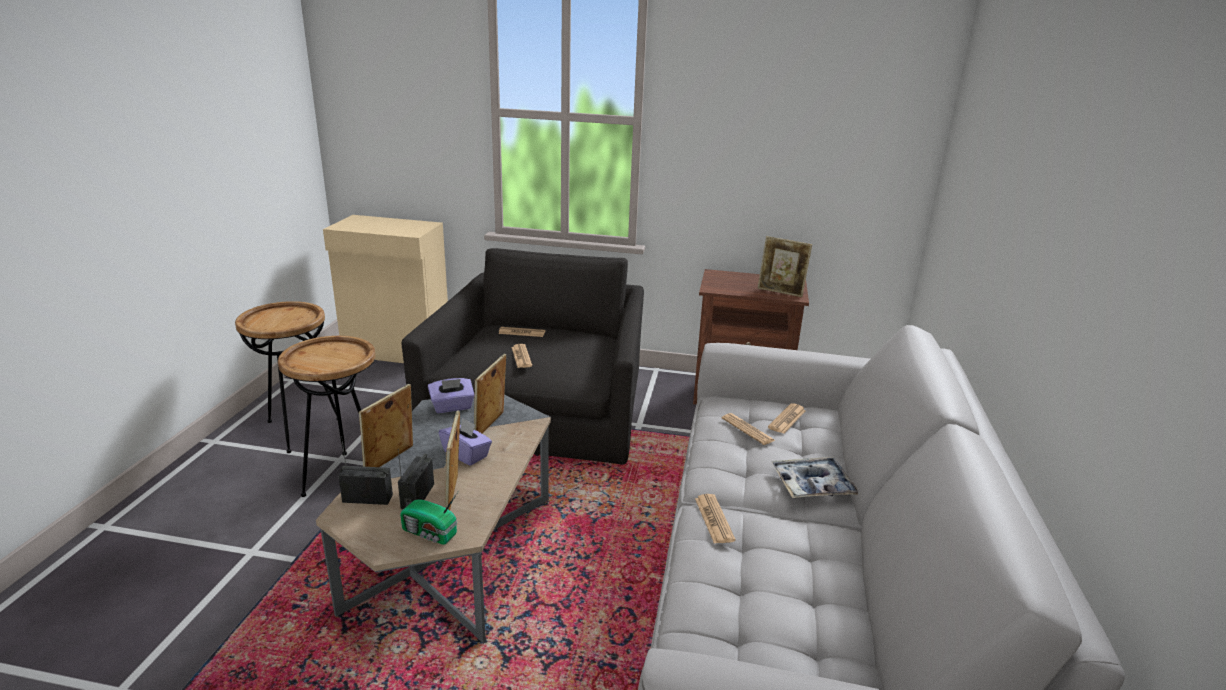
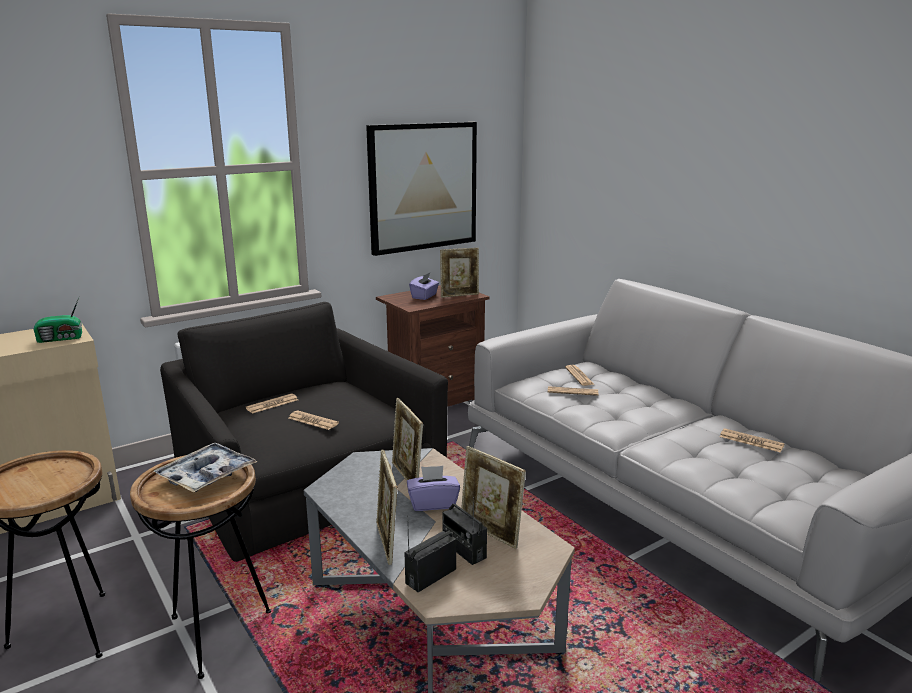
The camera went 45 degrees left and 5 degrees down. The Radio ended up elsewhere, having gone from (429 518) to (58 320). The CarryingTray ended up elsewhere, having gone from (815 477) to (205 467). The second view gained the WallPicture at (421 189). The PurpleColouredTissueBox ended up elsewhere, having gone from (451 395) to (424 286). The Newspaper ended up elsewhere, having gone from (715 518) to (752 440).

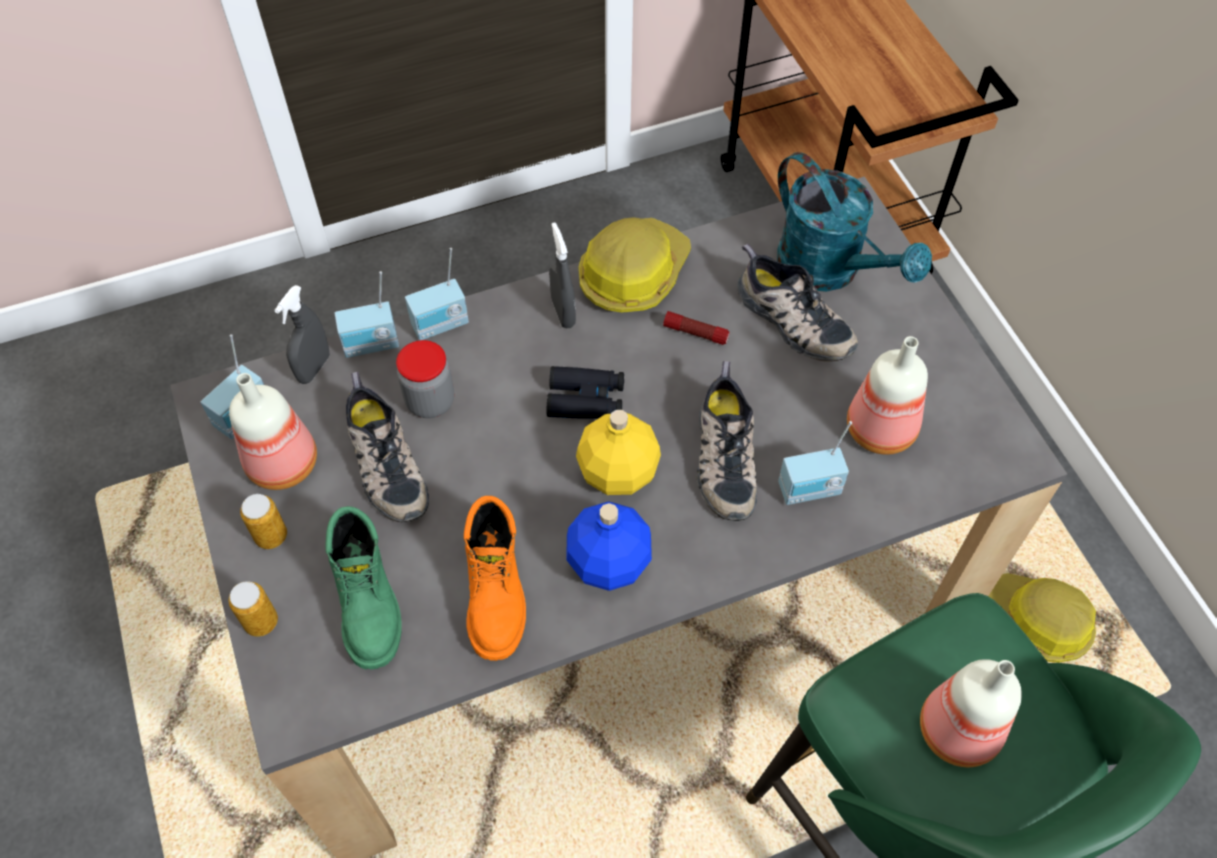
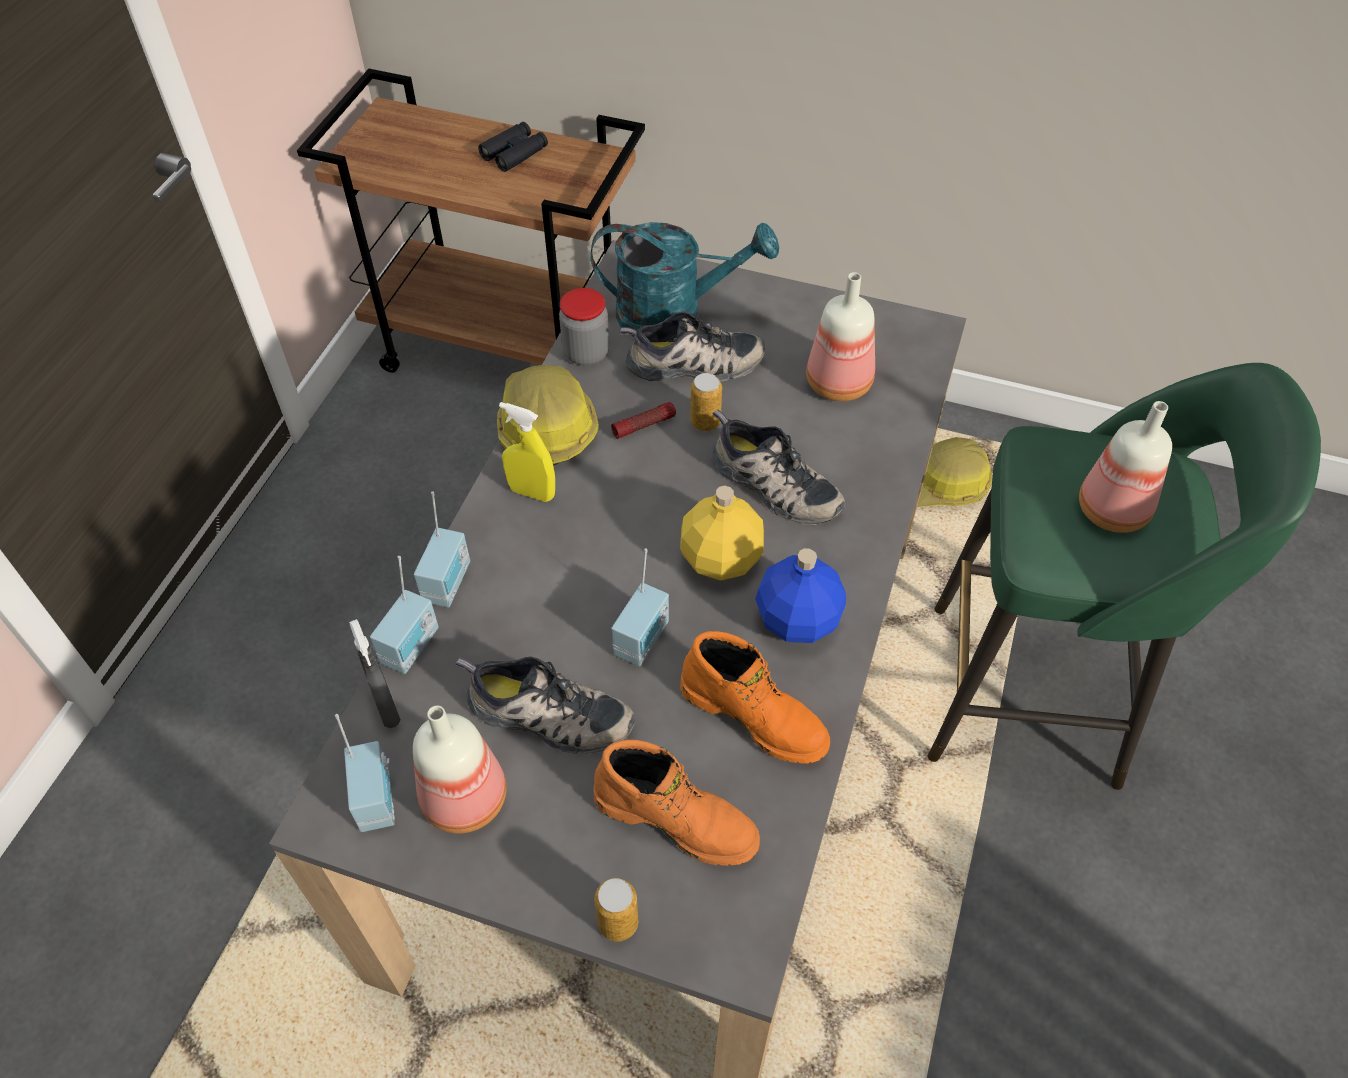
The camera went 50 degrees left and 5 degrees down. The BlackColouredBinoculars ended up elsewhere, having gone from (585 392) to (513 147). What was the GreyHandSprayer at (562 275) turned into the YellowishHandSprayer at (527 452). The StorageJar ended up elsewhere, having gone from (425 379) to (584 327). What was the GreenColouredHighTopBoot at (363 588) turned into the OrangeyHighTopBoot at (677 803). The Radio ended up elsewhere, having gone from (815 463) to (640 607). The MetalCan ended up elsewhere, having gone from (263 521) to (706 402).

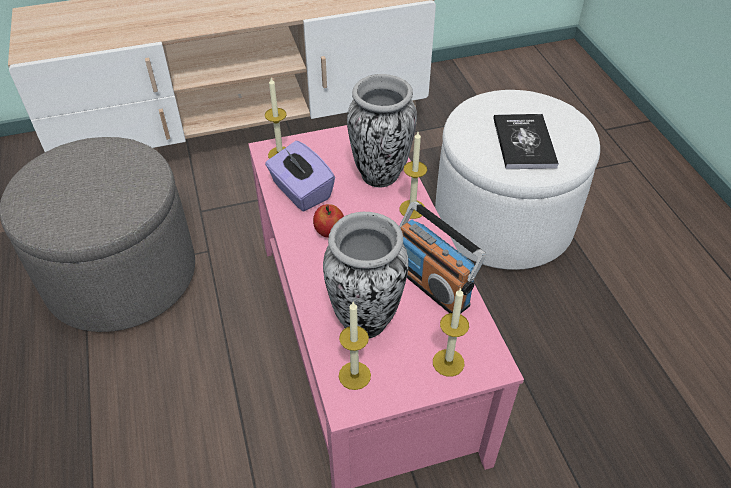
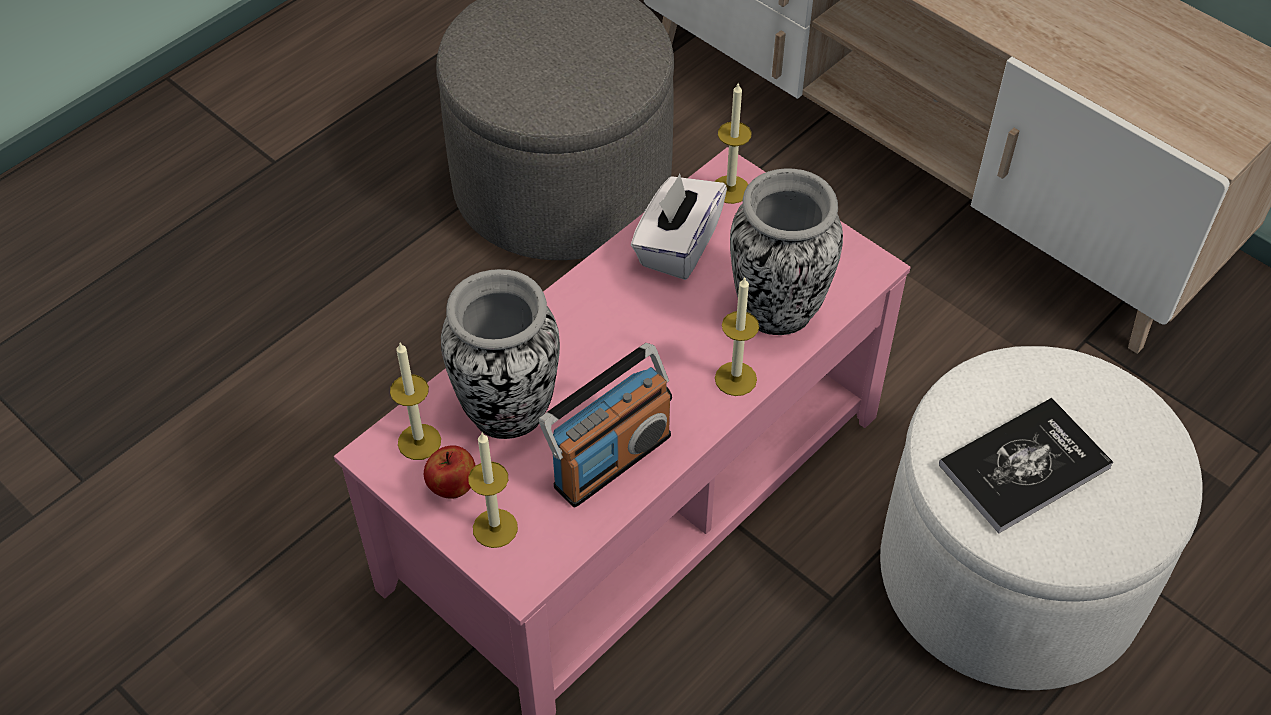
The camera went 60 degrees right and 5 degrees up. The AppleFruit ended up elsewhere, having gone from (328 221) to (450 472). The Radio at (442 258) ended up facing another way, 150 degrees counterclockwise from before. What was the PurpleColouredTissueBox at (300 176) turned into the WhiteColouredTissueBox at (679 227).

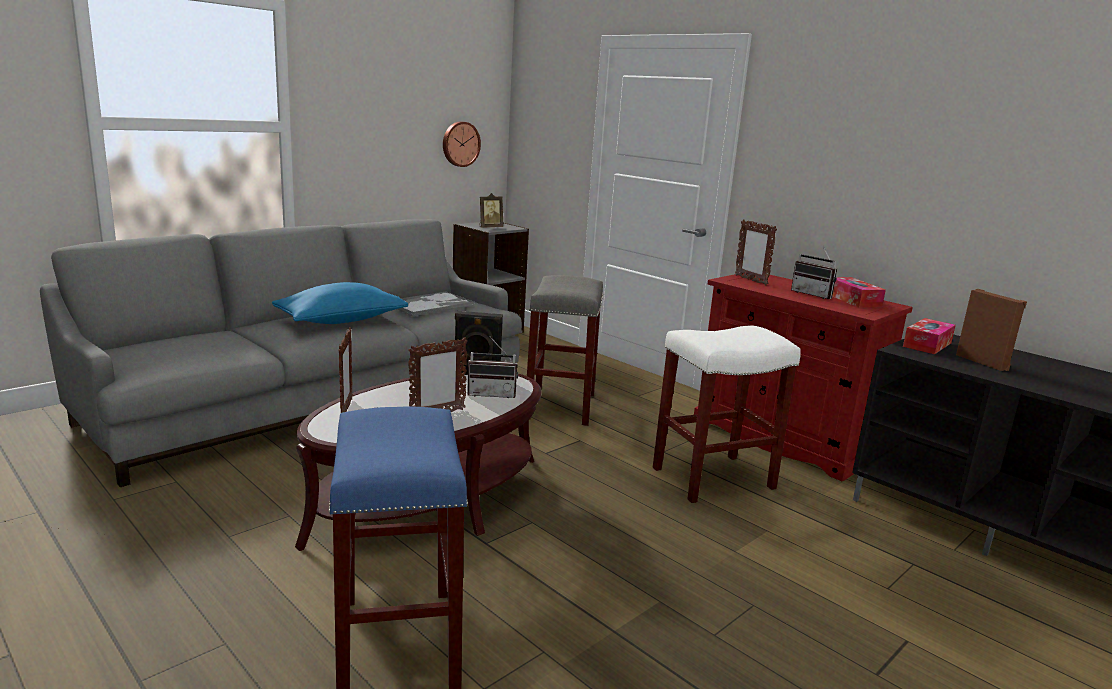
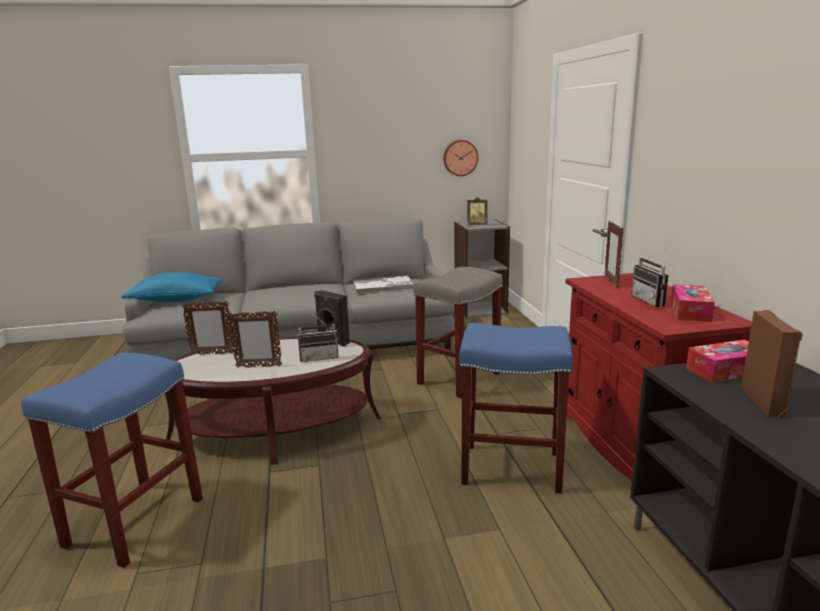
The camera went 35 degrees right and 0 degrees up. The BluePillow ended up elsewhere, having gone from (340 303) to (172 287). The PictureFrame at (346 370) ended up facing another way, 60 degrees clockwise from before. The Radio at (492 367) ended up facing another way, 45 degrees counterclockwise from before. What was the WhiteColouredStool at (727 414) turned into the BlueStool at (515 408).

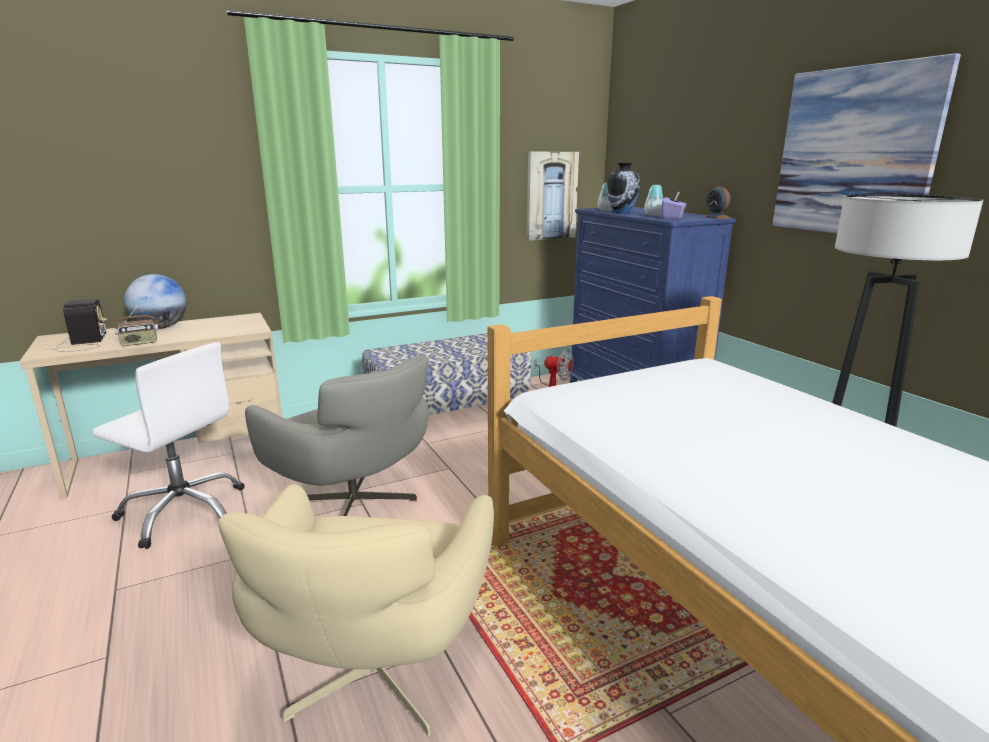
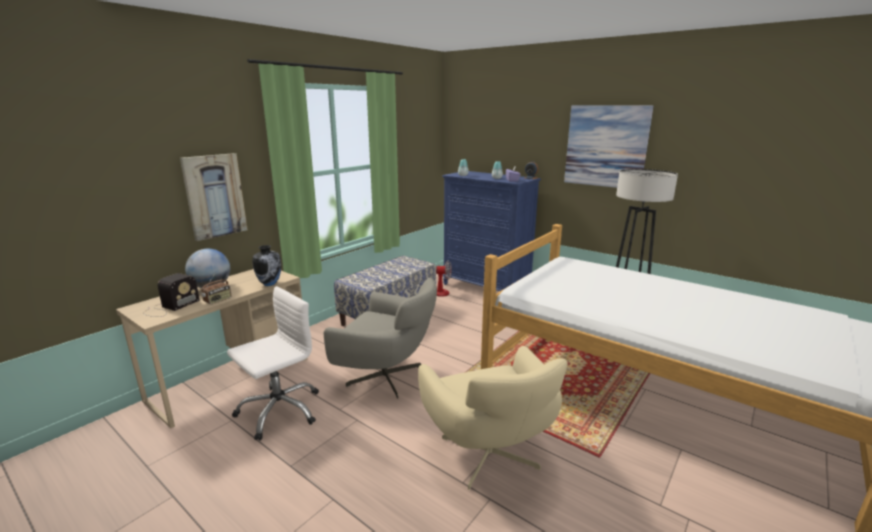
The camera went 25 degrees left and 0 degrees up. The Radio at (76 325) ended up facing another way, 75 degrees clockwise from before. The WallPicture ended up elsewhere, having gone from (553 196) to (214 197). The WhiteColouredDeskChair at (168 445) ended up facing another way, 45 degrees counterclockwise from before. The FlowerVase ended up elsewhere, having gone from (623 188) to (266 265).

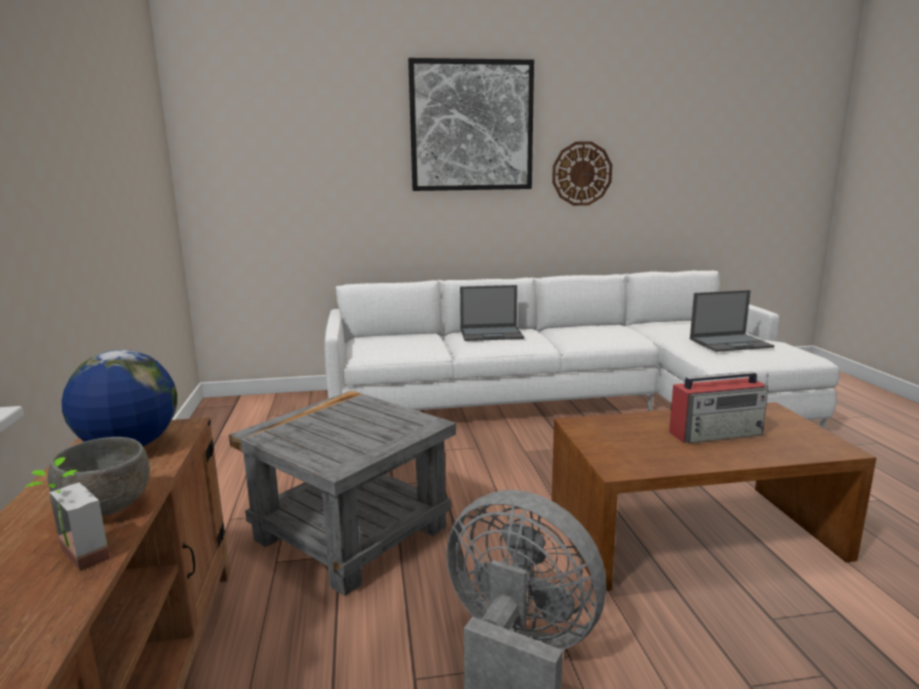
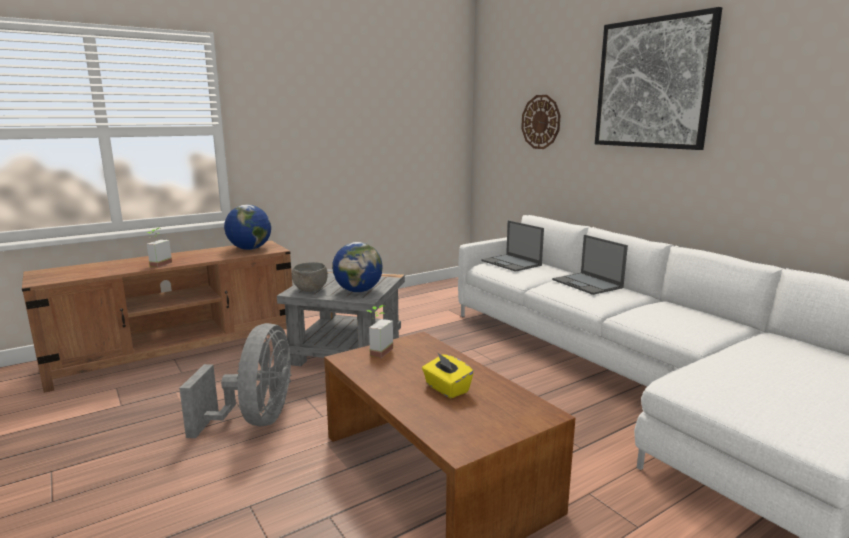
The camera went 65 degrees right and 0 degrees up. The GreyServingBowl ended up elsewhere, having gone from (98 476) to (310 277). The second view gained the Globe at (357 267). The second view gained the PottedPlant at (380 331). Where the Radio stood at (719 407), the YellowishTissueBox came to stand at (448 375). The Laptop ended up elsewhere, having gone from (732 321) to (512 246). The ClockOnTheWall ended up elsewhere, having gone from (582 174) to (541 122).

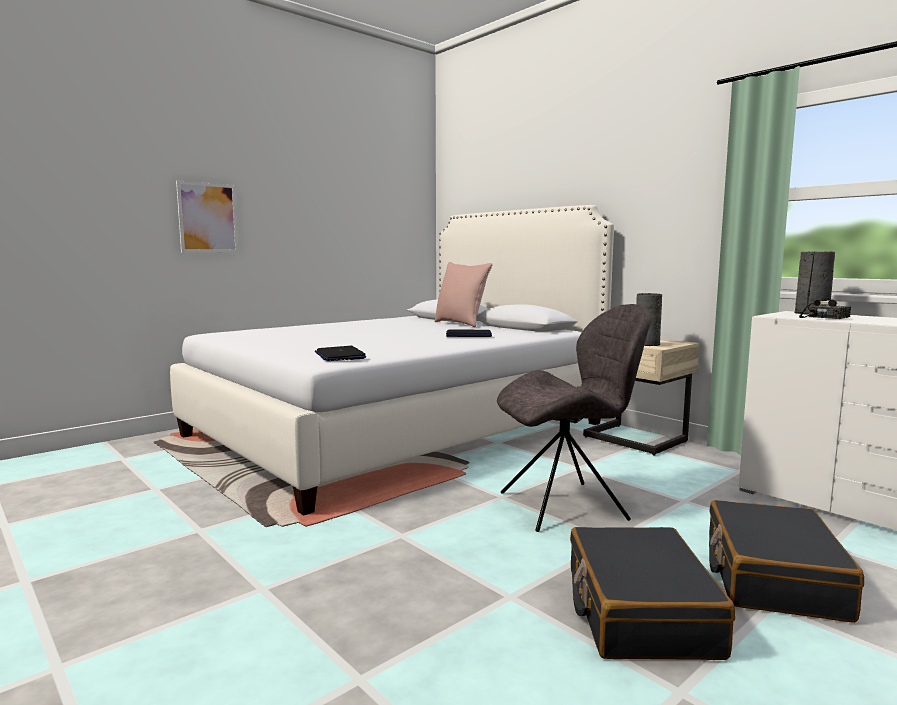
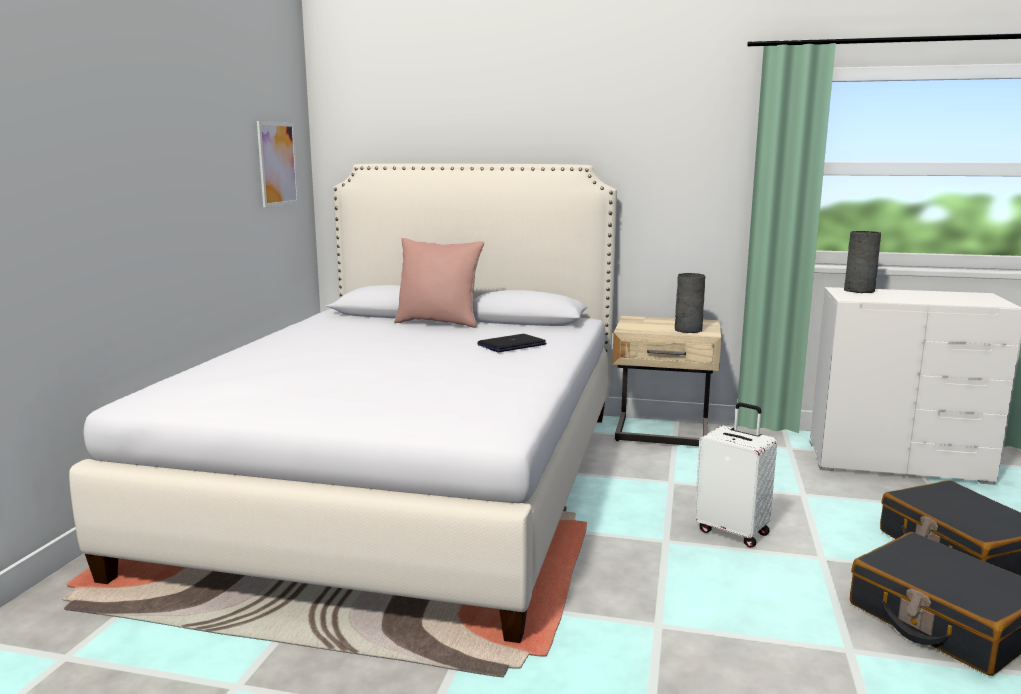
The camera went 35 degrees left and 5 degrees up. The WallPicture ended up elsewhere, having gone from (207 217) to (278 164). Where the GreyChair stood at (574 418), the WhiteColouredTravelCase came to stand at (735 475). The second view lost the Laptop at (340 353). The second view lost the Radio at (825 285).

